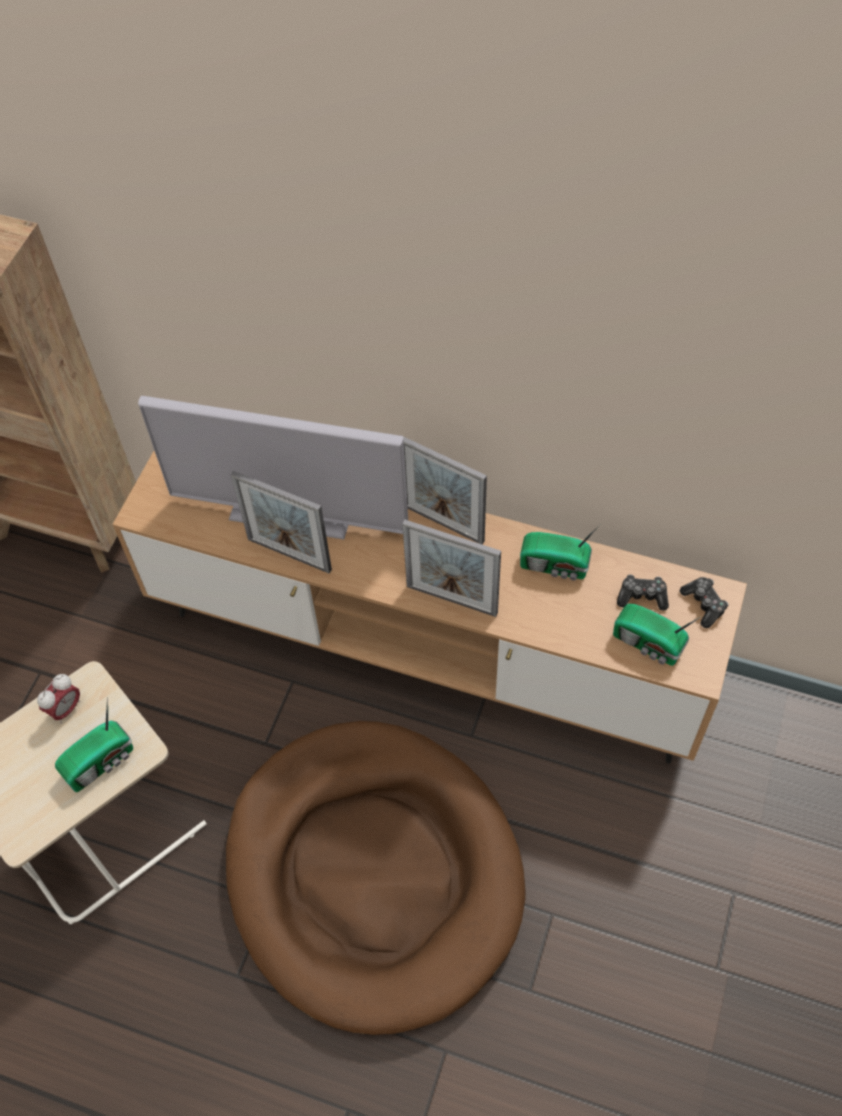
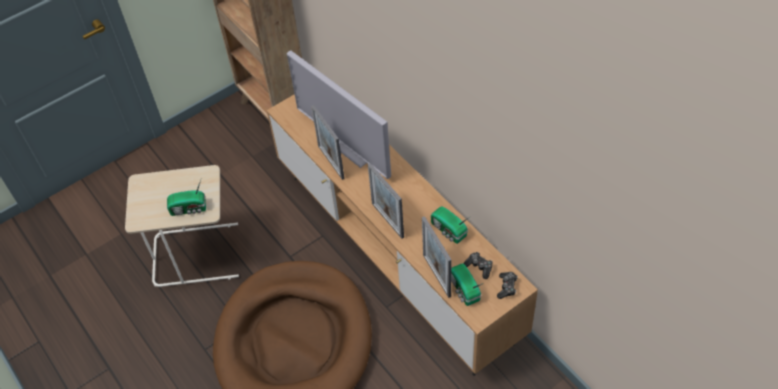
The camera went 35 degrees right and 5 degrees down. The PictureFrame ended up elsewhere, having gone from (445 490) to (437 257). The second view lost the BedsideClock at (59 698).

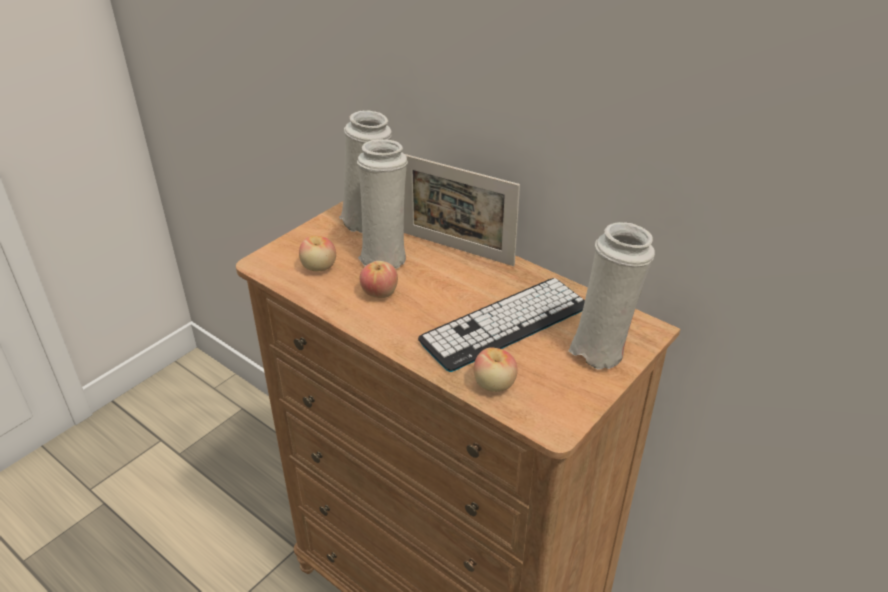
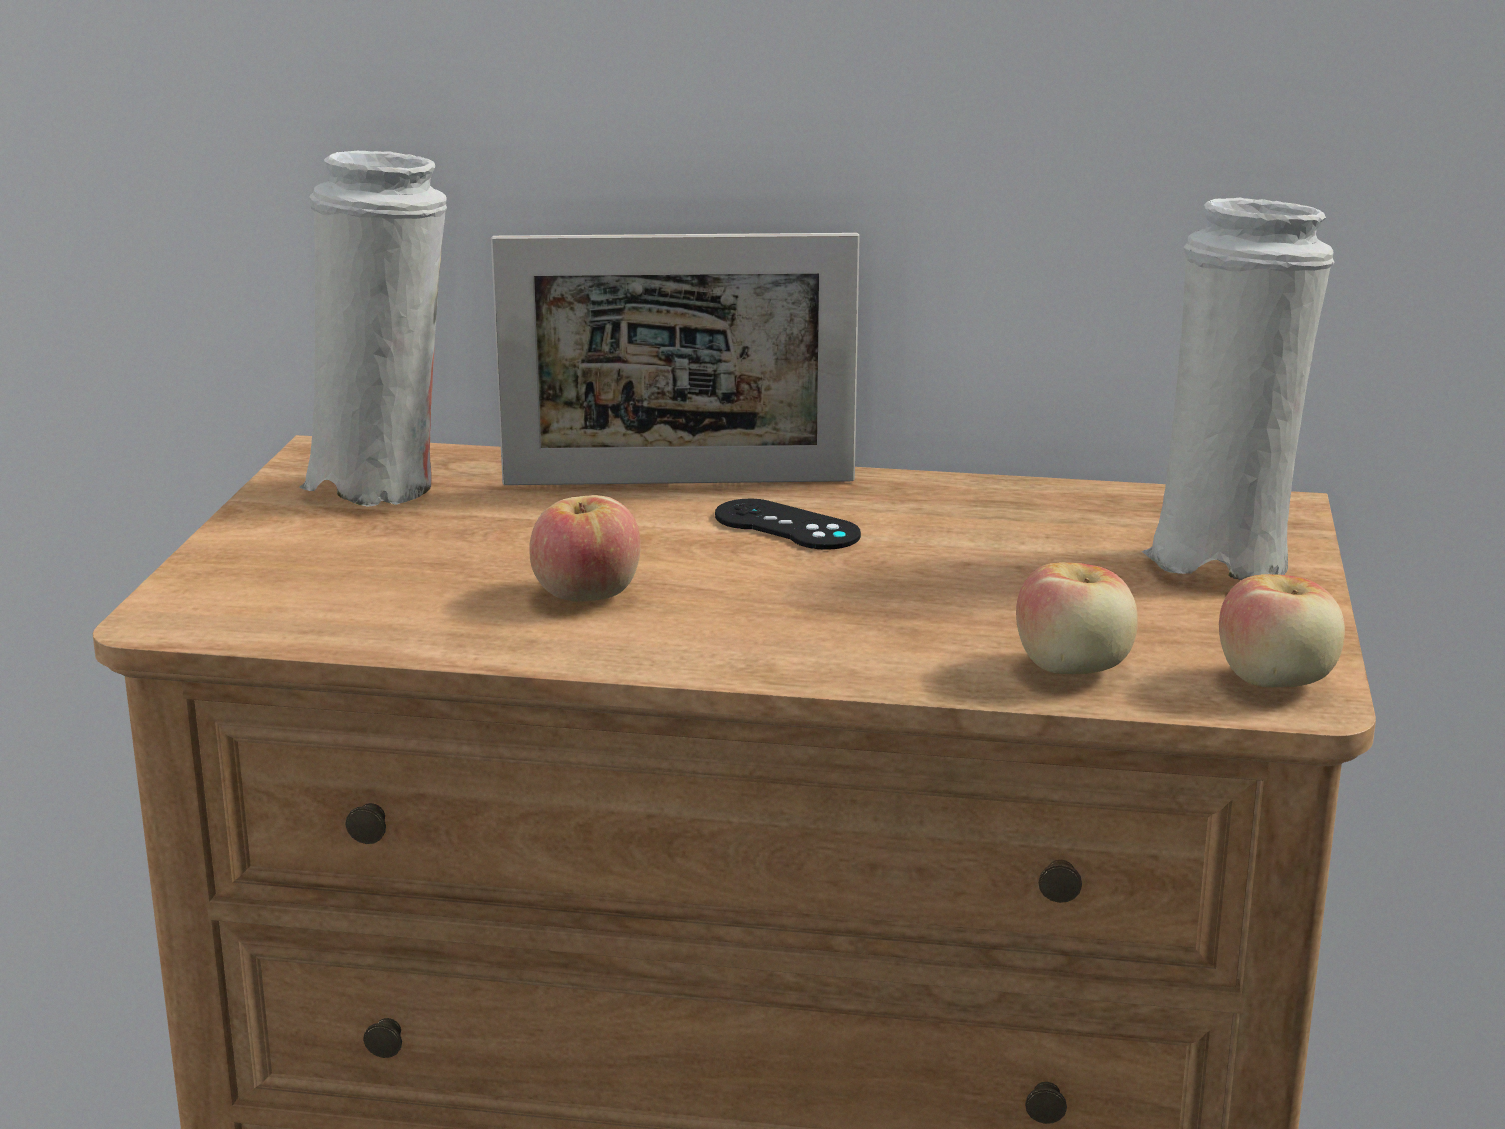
The camera went 30 degrees left and 15 degrees down. The second view gained the BlackColouredJoypad at (788 524). The AppleFruit ended up elsewhere, having gone from (317 253) to (1282 631). The second view lost the WhiteColouredFlowerVase at (382 204). The second view lost the PcKeyboard at (501 325).

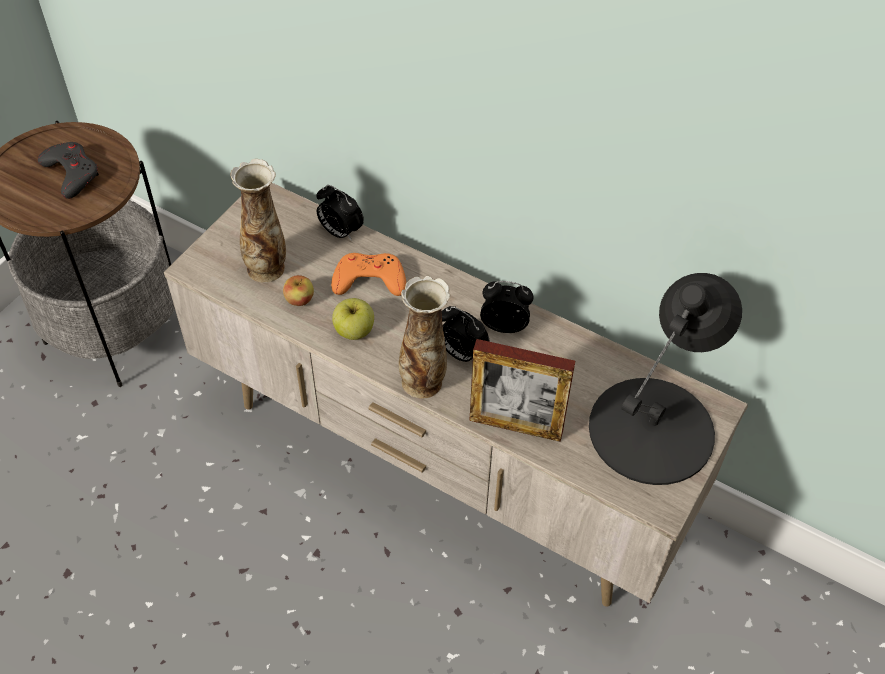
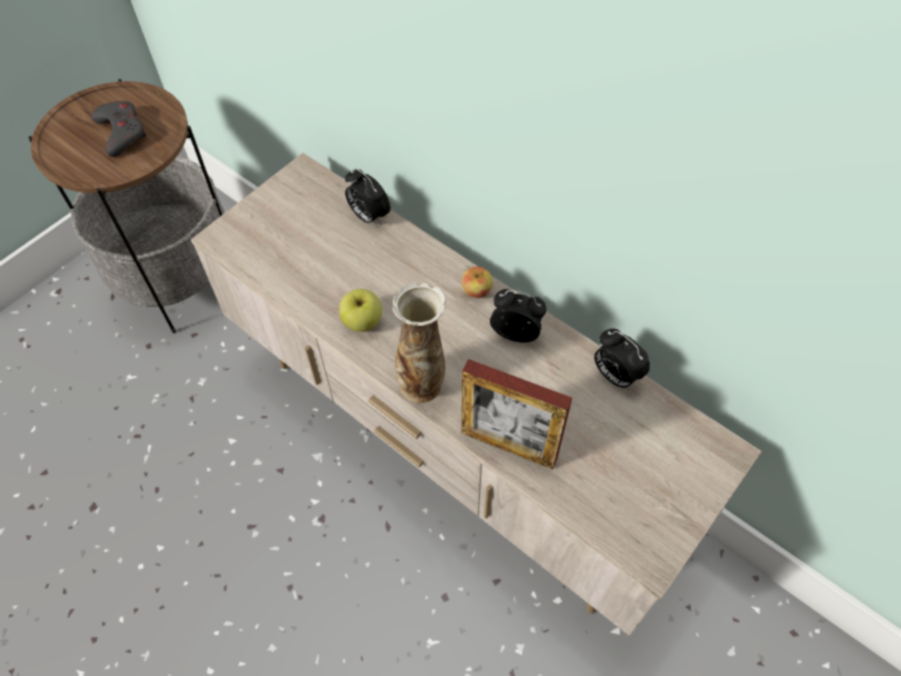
The camera went 10 degrees right and 5 degrees up. The AppleFruit ended up elsewhere, having gone from (298 290) to (477 282). The BedsideClock ended up elsewhere, having gone from (465 334) to (622 359). The second view lost the FlowerVase at (258 221). The second view lost the OrangeyJoypad at (368 274). The second view lost the BlackColouredTabletopLamp at (665 379).

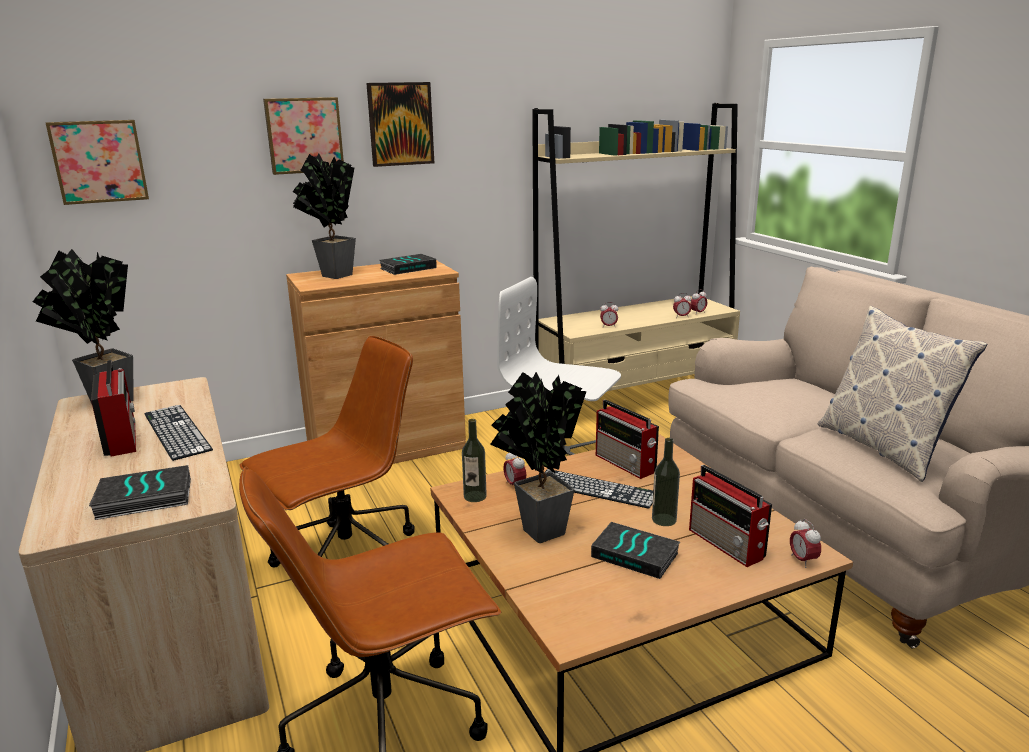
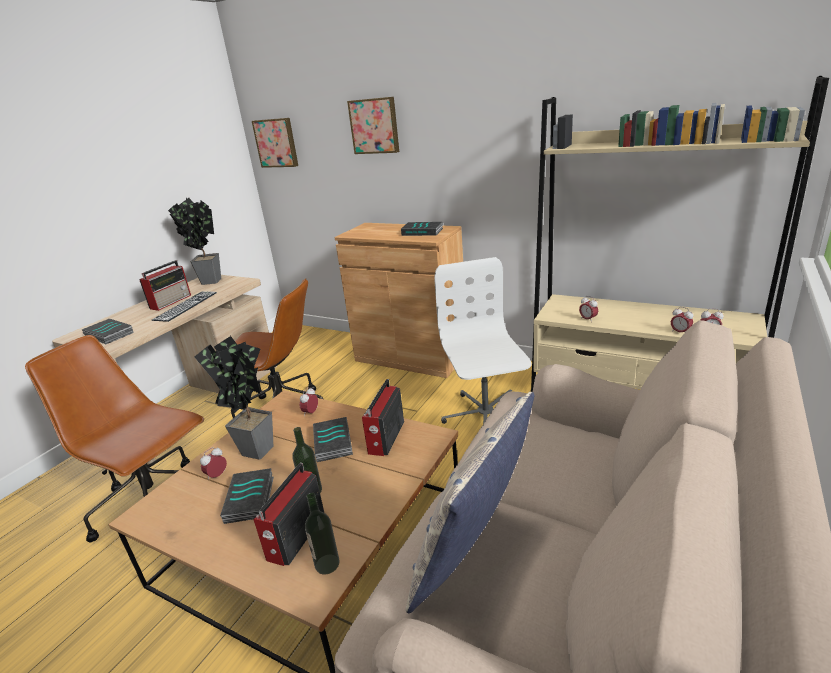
The camera went 55 degrees right and 5 degrees up. The BedsideClock ended up elsewhere, having gone from (805 543) to (213 463). The Bottle ended up elsewhere, having gone from (474 460) to (322 534). Where the PcKeyboard stood at (599 489), the Book came to stand at (333 439). The second view lost the PottedPlant at (324 216). The second view lost the WallPicture at (400 124).

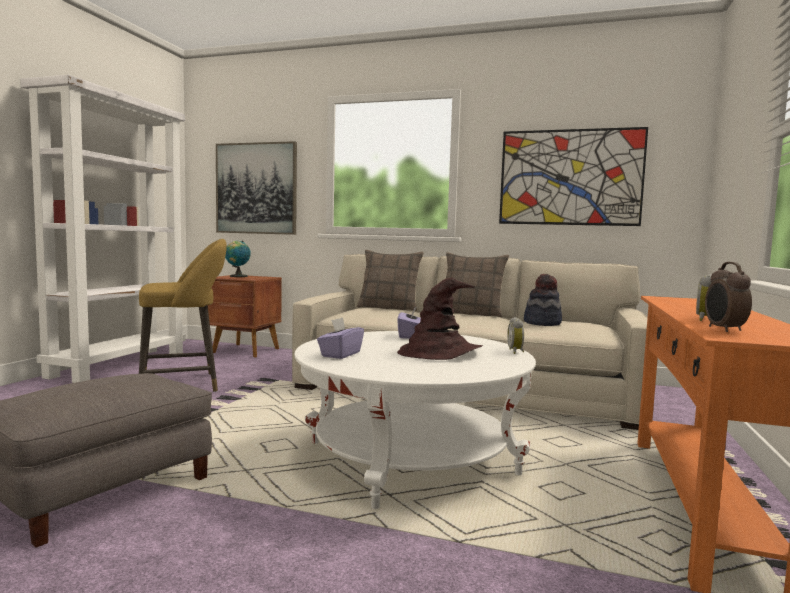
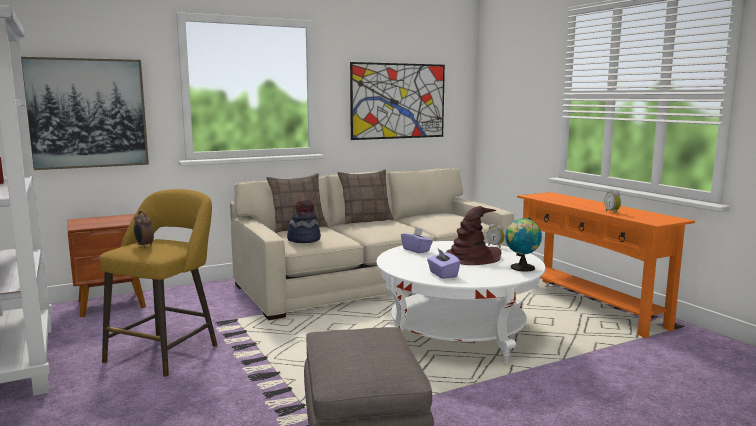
The camera went 45 degrees left and 5 degrees up. The BedsideClock ended up elsewhere, having gone from (728 297) to (144 229). The ClothingHat ended up elsewhere, having gone from (543 300) to (304 220). The Globe ended up elsewhere, having gone from (238 259) to (523 245).

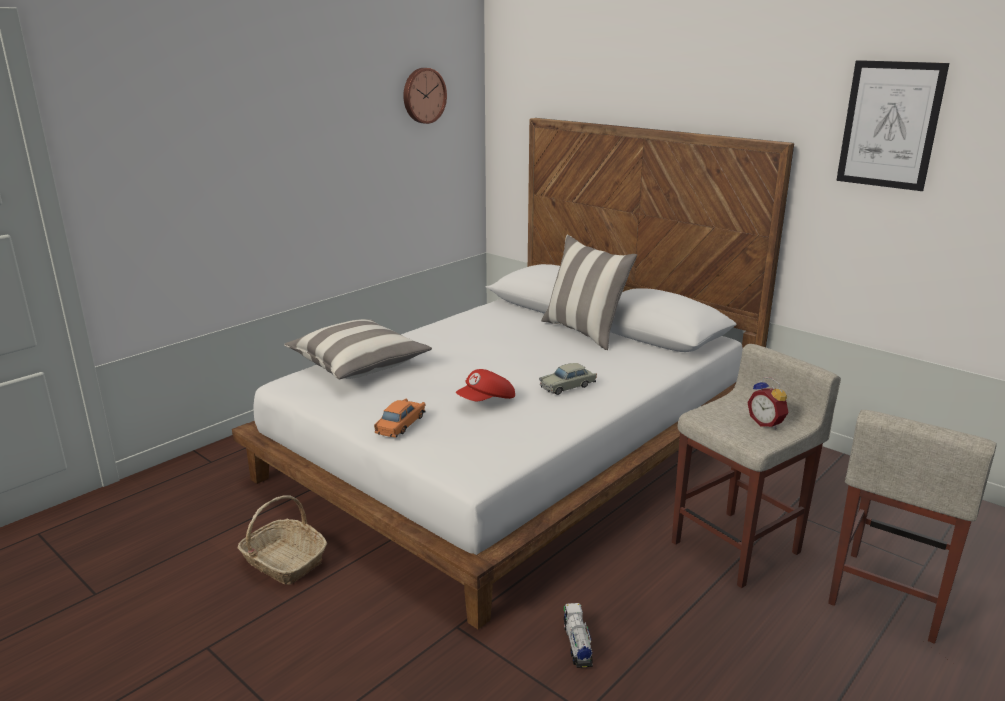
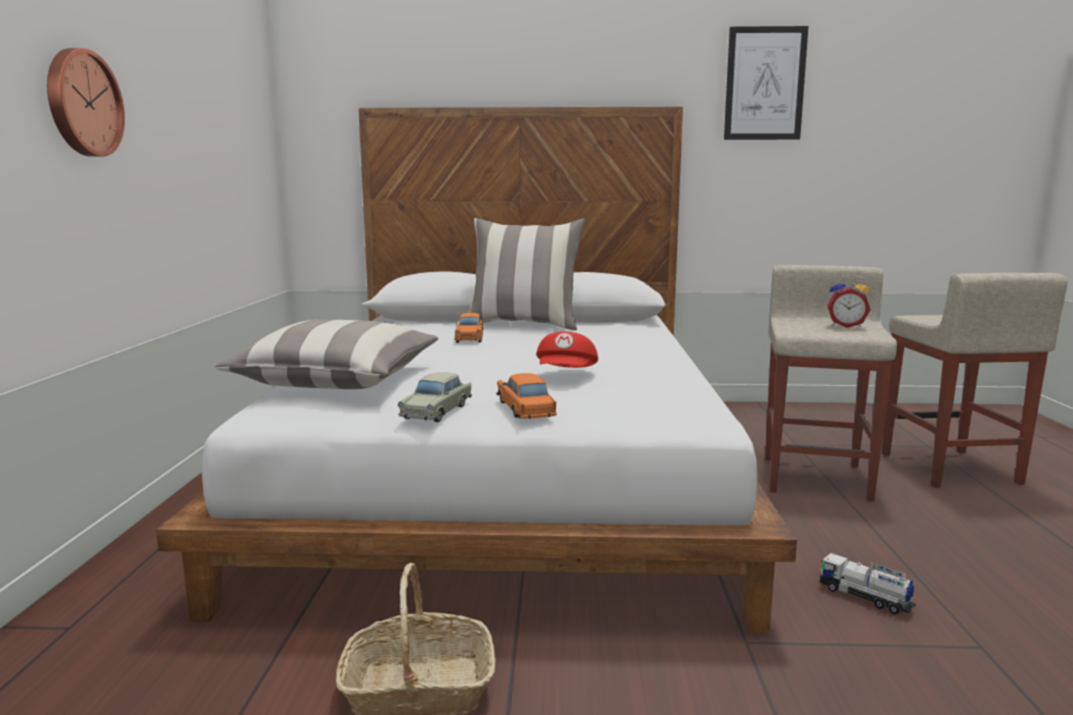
The camera went 40 degrees left and 10 degrees down. The ClockOnTheWall ended up elsewhere, having gone from (425 96) to (86 102). The BeigeModelCar ended up elsewhere, having gone from (568 379) to (435 397). The second view gained the OrangeyModelCar at (469 328).

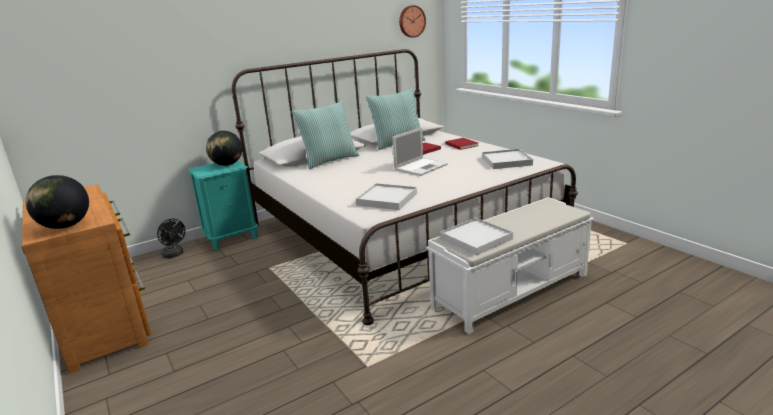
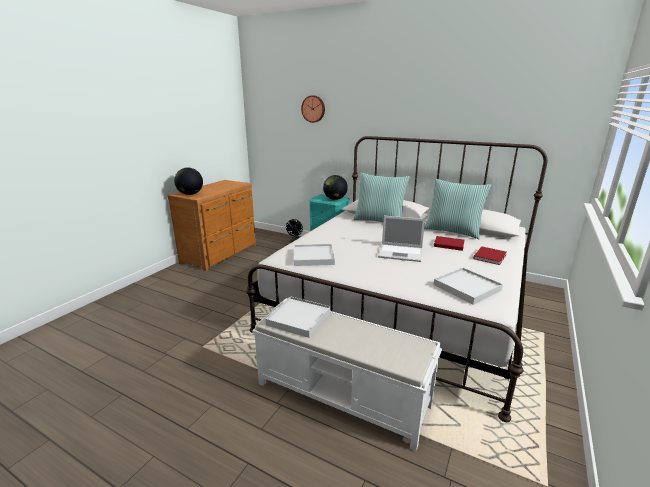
The camera went 60 degrees right and 0 degrees up. The ClockOnTheWall ended up elsewhere, having gone from (412 21) to (313 109).

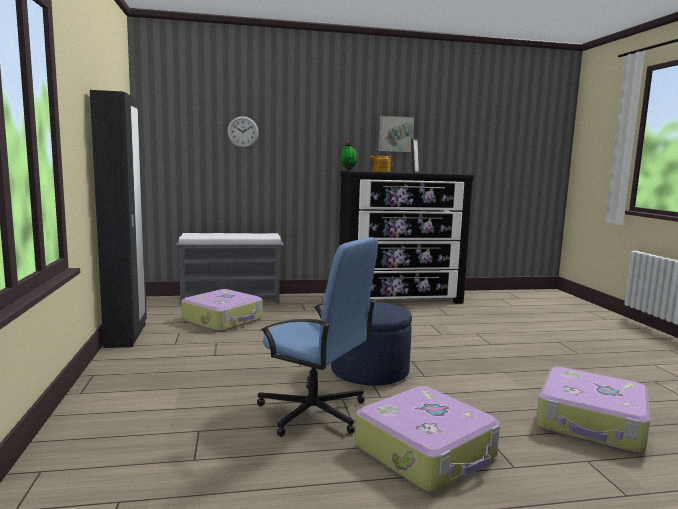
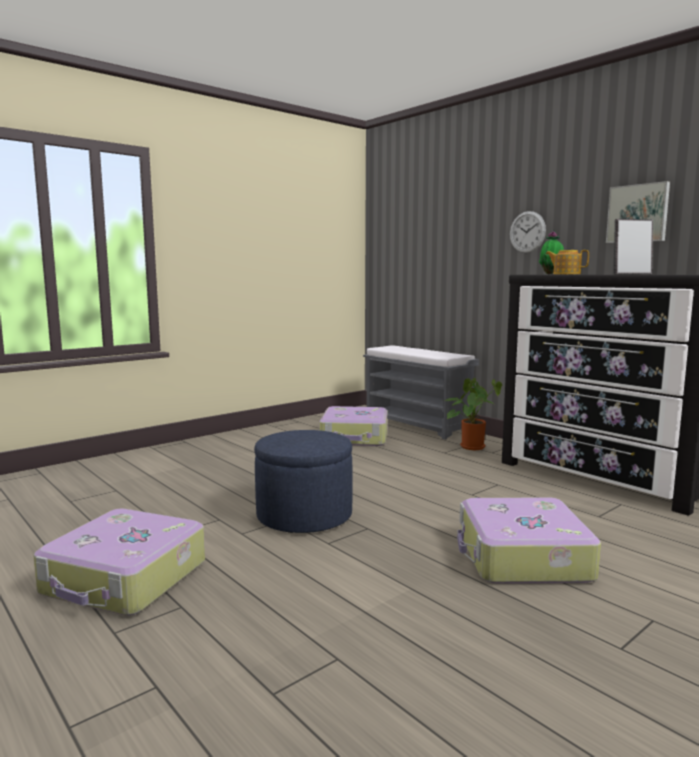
The camera went 60 degrees right and 0 degrees up. The second view gained the PottedPlant at (473 414). The TravelCase ended up elsewhere, having gone from (593 410) to (529 540). The ClockOnTheWall ended up elsewhere, having gone from (243 132) to (528 232). The second view lost the BlackColouredClothesCupboard at (118 219). The second view lost the BlueDeskChair at (317 337).

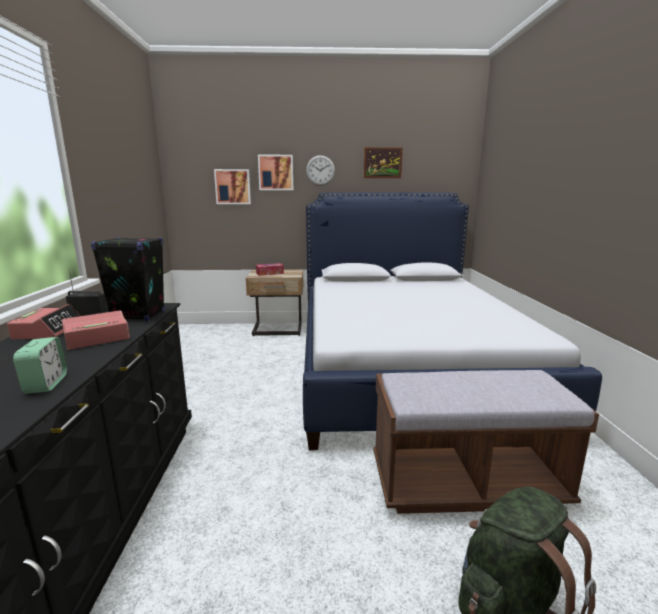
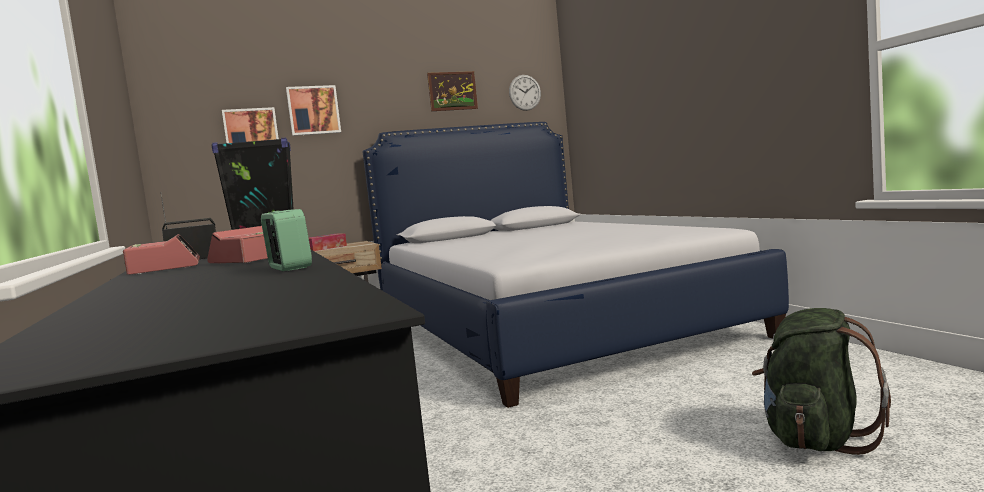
The camera went 20 degrees left and 10 degrees down. The ClockOnTheWall ended up elsewhere, having gone from (320 170) to (525 93). The second view lost the BrownishLongSeat at (486 442).

